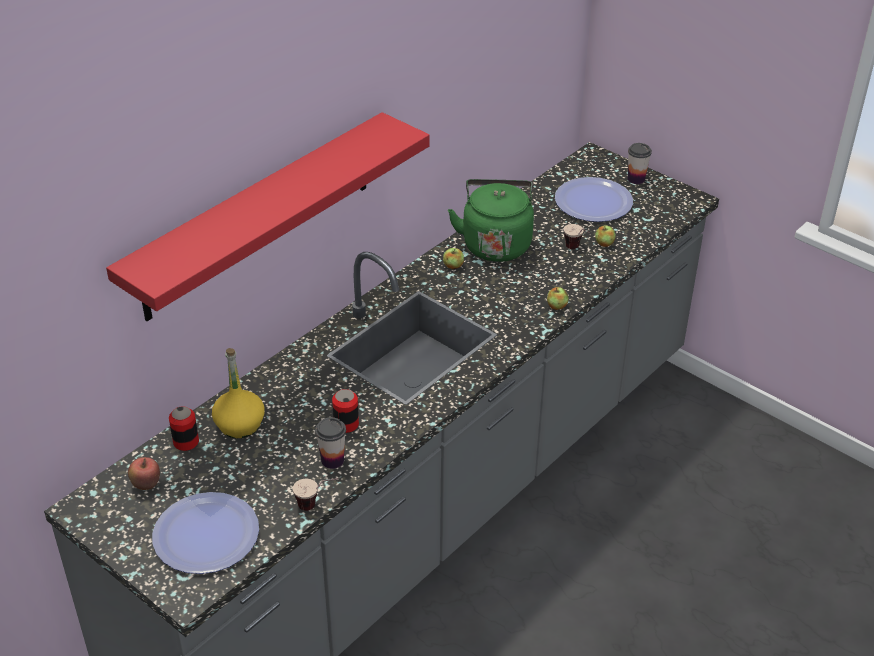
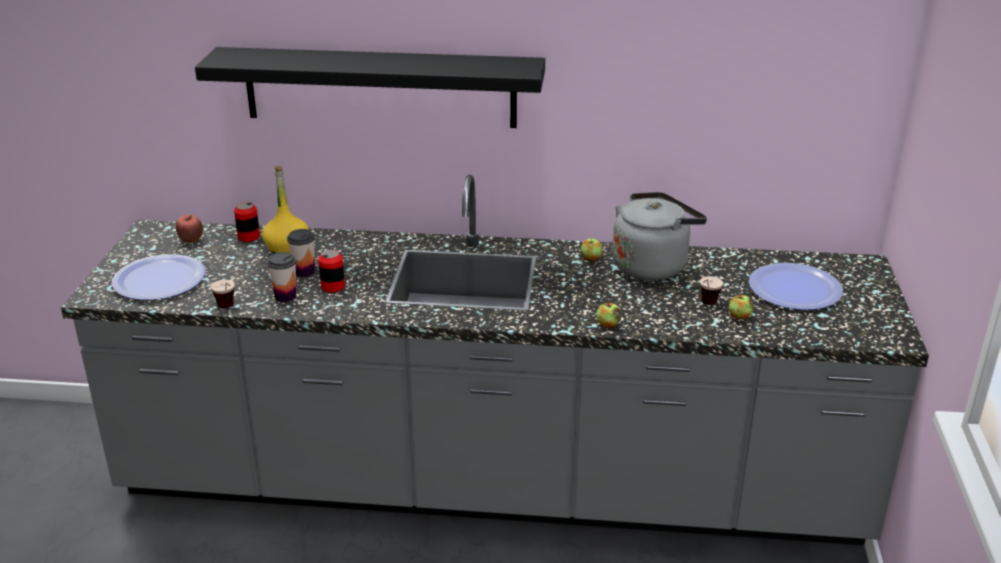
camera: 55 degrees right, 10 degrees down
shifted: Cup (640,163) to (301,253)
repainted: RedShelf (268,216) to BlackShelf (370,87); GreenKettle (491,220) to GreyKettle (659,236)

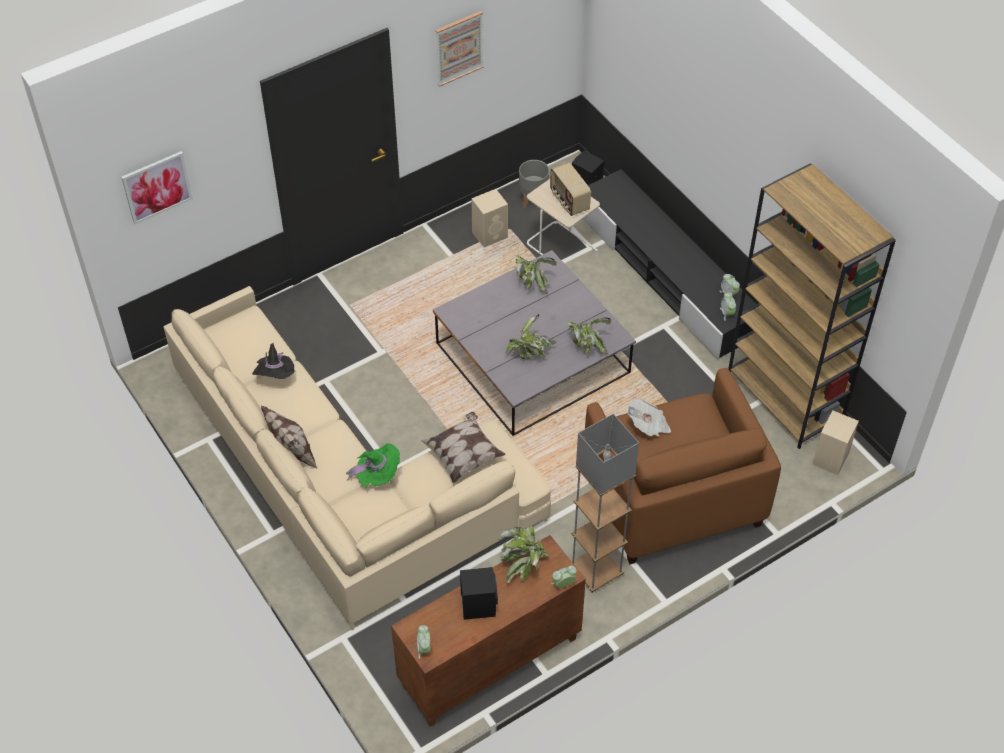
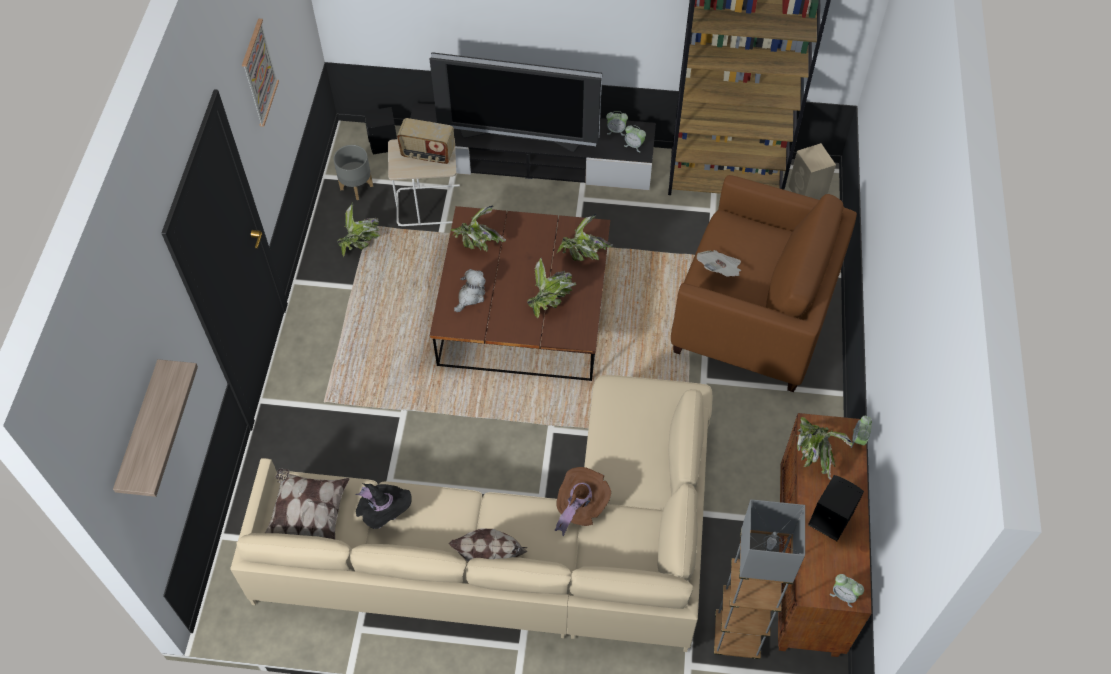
camera: 50 degrees left, 5 degrees up
new: Television (516,102); PlushToy (470,290)
shifted: Pillow (463,447) to (307,503); GreyFloorLamp (605,503) to (759,579)
swapped: Picture (157,187) to Shelf (155,428); BeigeSpeaker (489,218) to PottedPlant (358,230)
repainted: GreenHat (373,465) to BrownHat (583,501); GreyCoffeeTable (534,343) to BrownCoffeeTable (520,293)

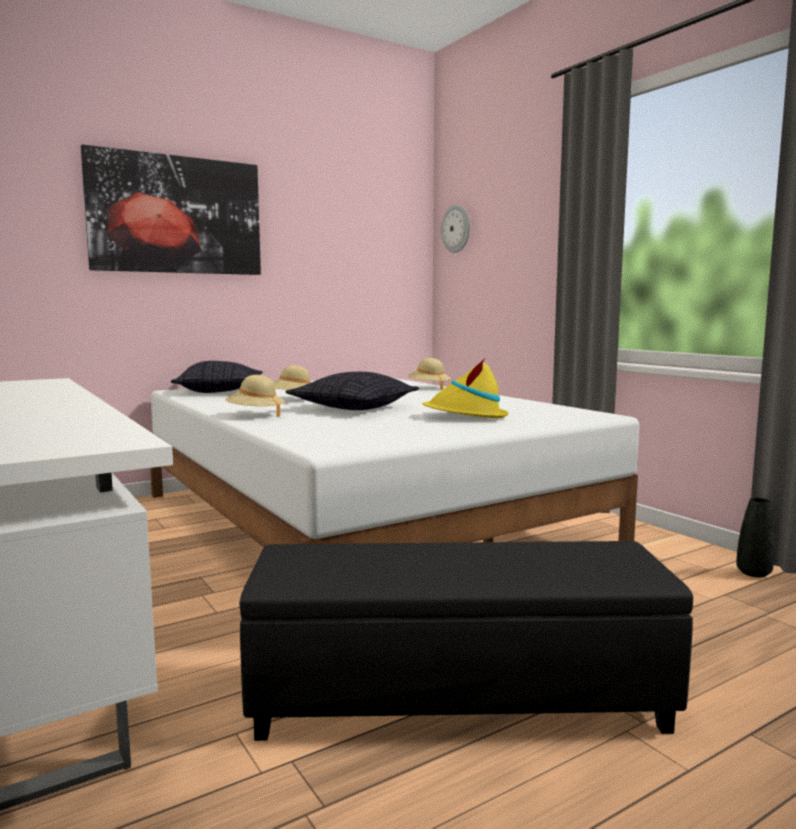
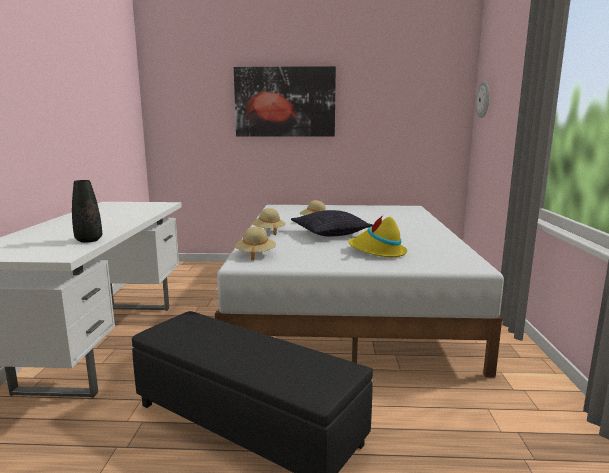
camera: 35 degrees right, 5 degrees up
gone: Pillow (217,377)
shifted: BeigeHat (429,374) to (255,244); BlackVase (755,537) to (87,211)

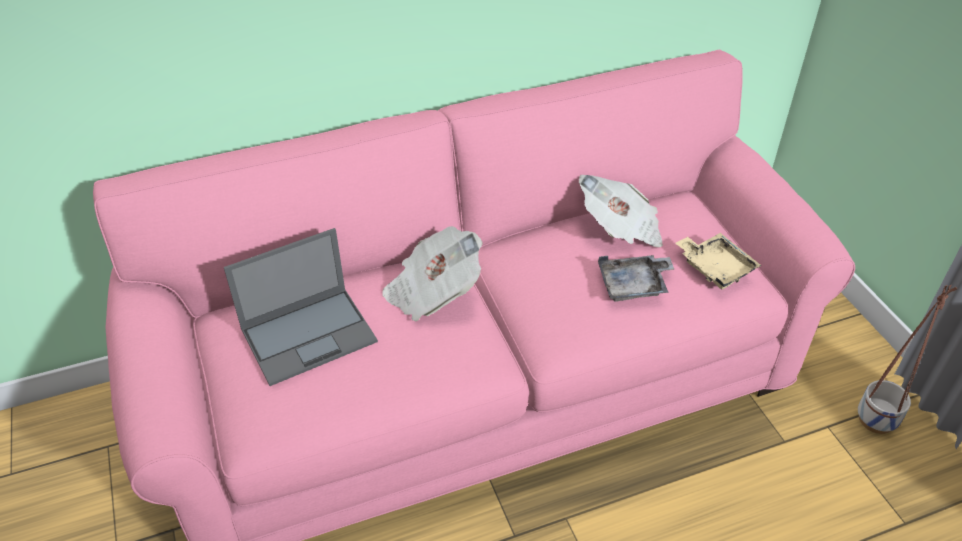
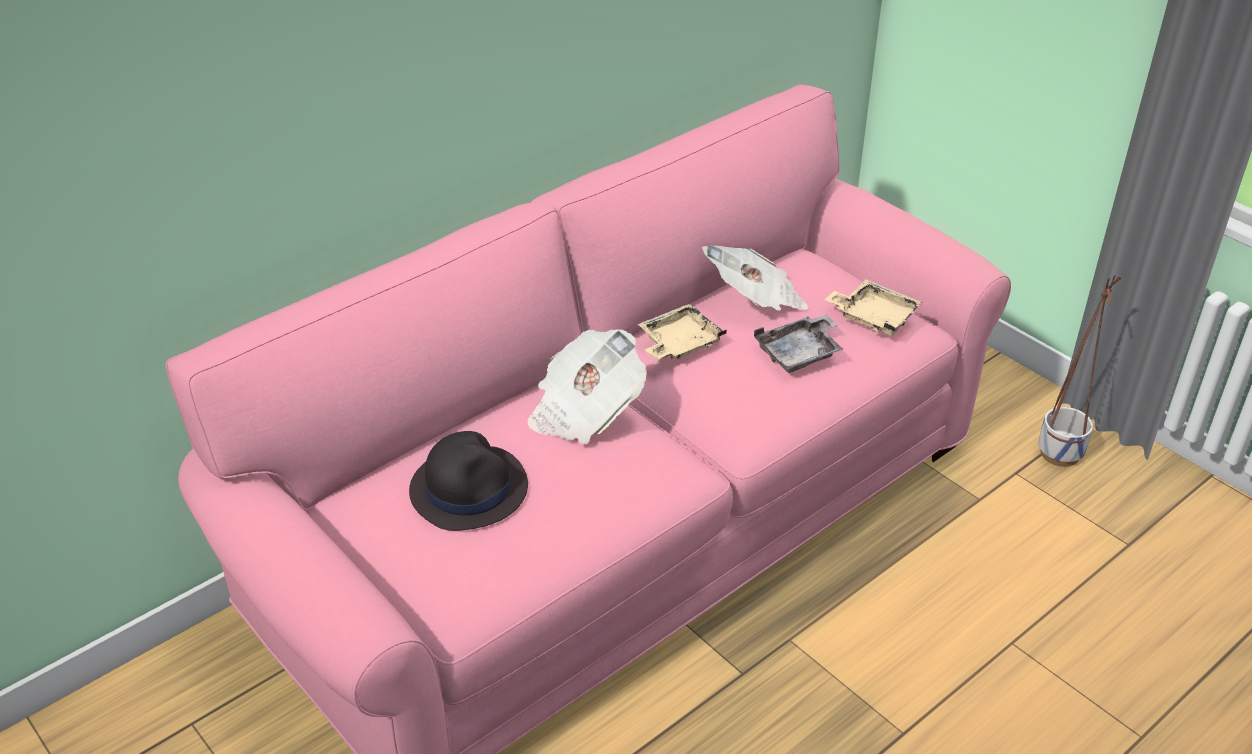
camera: 20 degrees left, 5 degrees down
new: BeigeTray (682,332)
swapped: Laptop (301,307) to BlackHat (468,481)

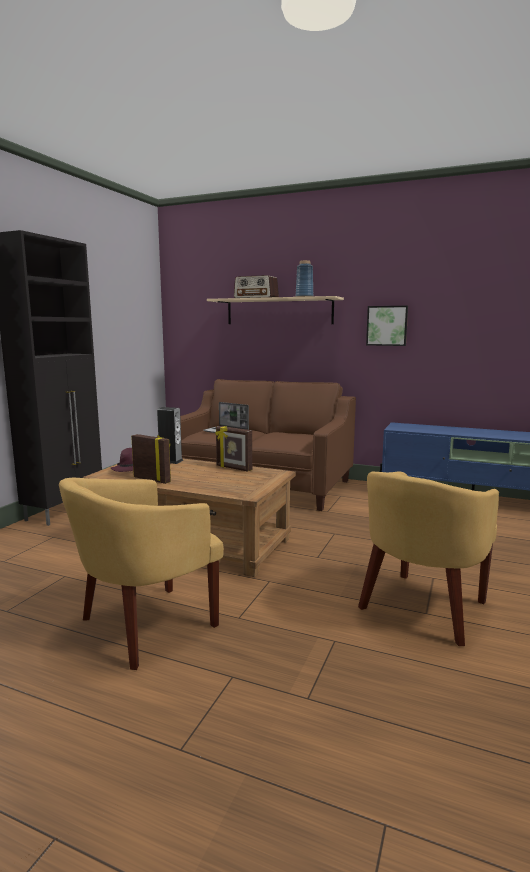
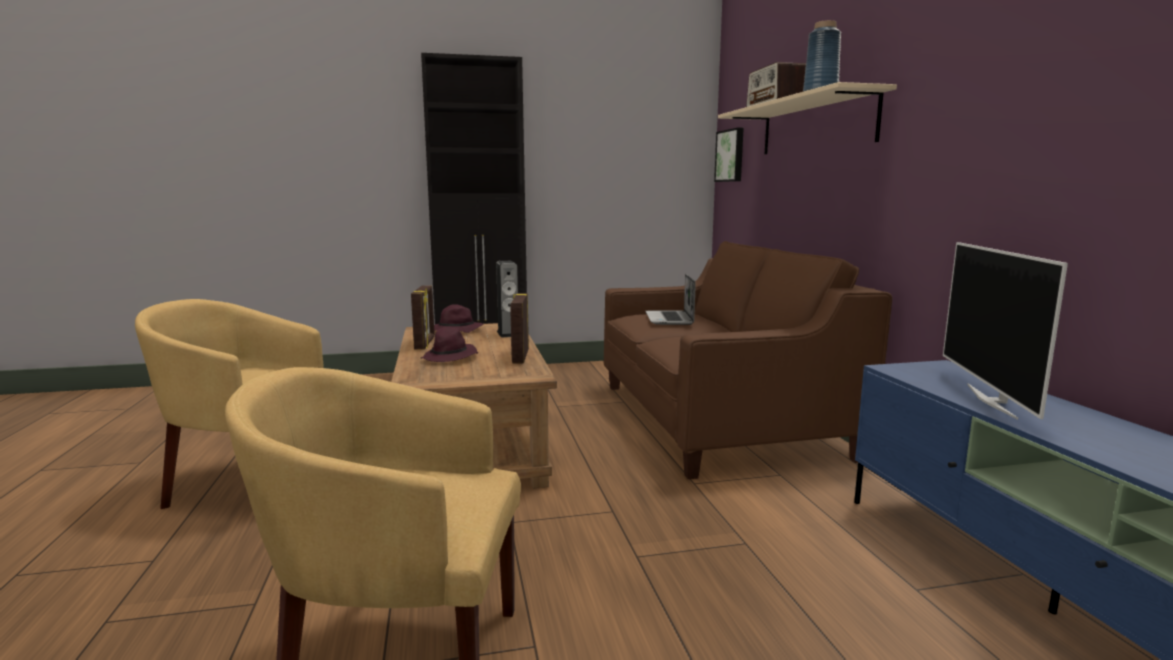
camera: 55 degrees right, 0 degrees up
new: PurpleHat (449,344); Television (1005,331)
shifted: Picture (387,326) to (729,154)

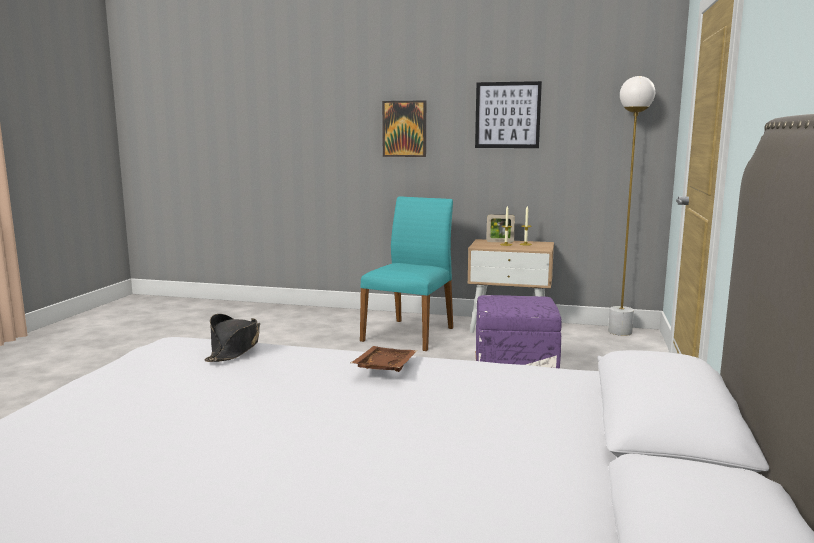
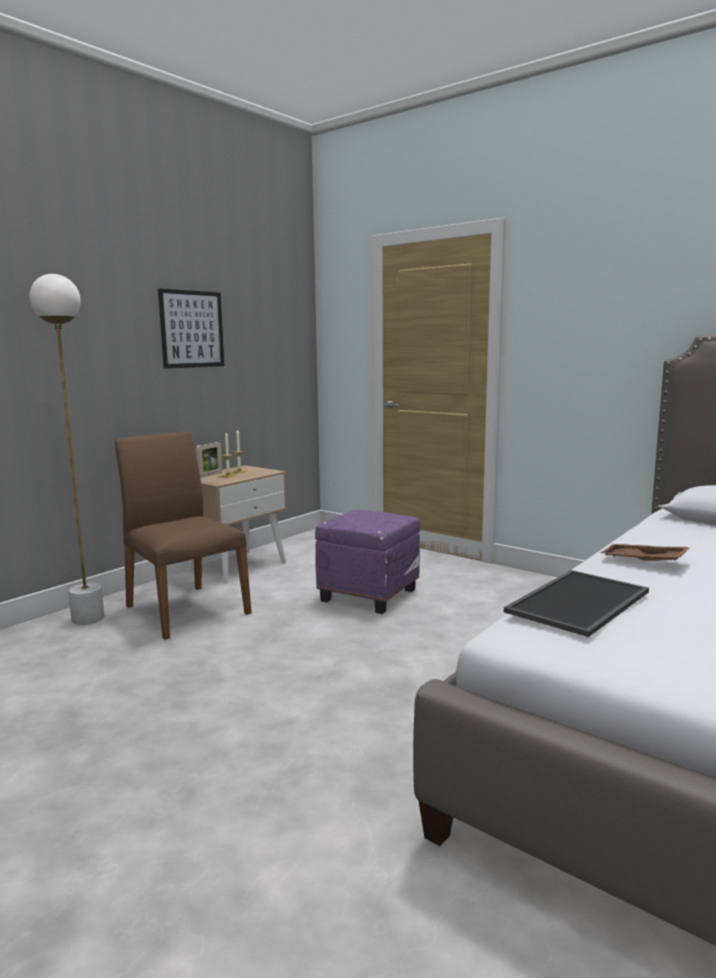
camera: 65 degrees left, 0 degrees up
gone: Picture (404,128)
shifted: WhiteFloorLamp (631,206) to (67,449)
swapped: BlackHat (232,338) to Tray (576,603)
repainted: TurquoiseChair (406,273) to BrownChair (183,536)

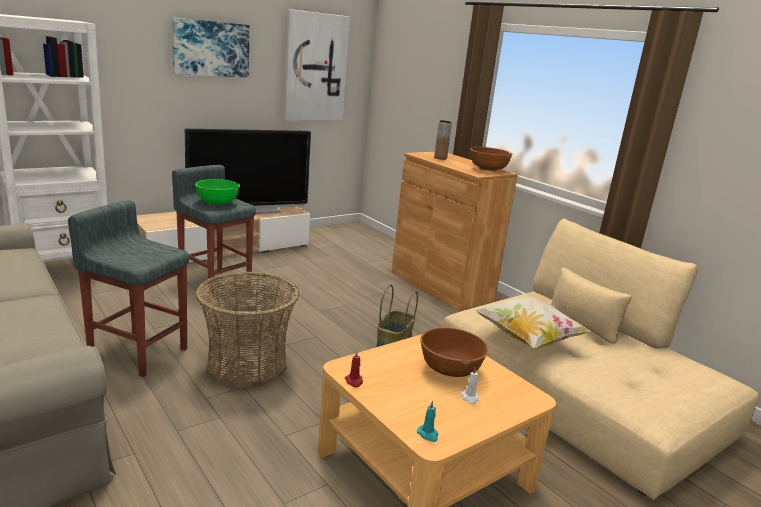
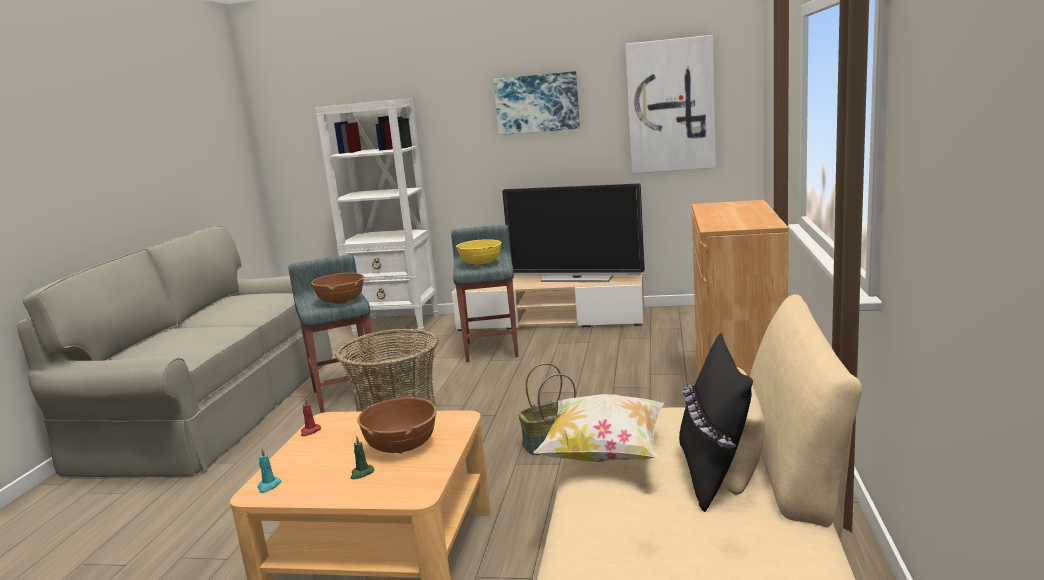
camera: 50 degrees right, 5 degrees down
gone: BrownVase (443,140)
new: BlackPillow (716,422)
shifted: BrownBowl (491,159) to (337,288)
repainted: GreenBowl (217,192) to YellowBowl (479,252); WhiteCandle (469,386) to GreenCandle (362,457)

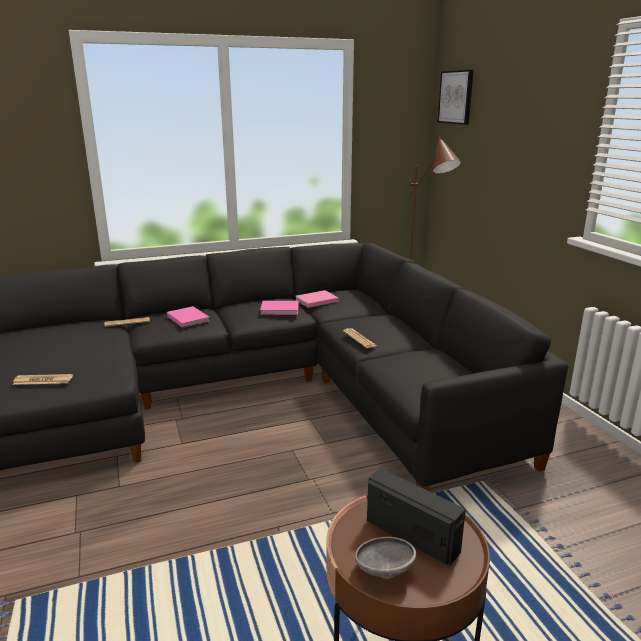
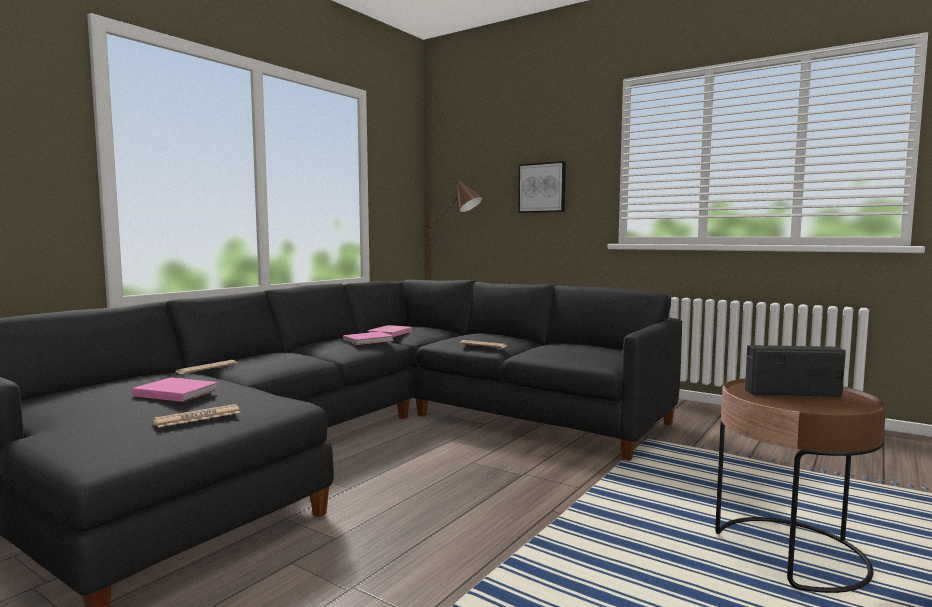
camera: 35 degrees left, 15 degrees down
gone: GreyBowl (385,558)
shifted: PinkBook (188,317) to (175,389); Picture (456,97) to (542,187)

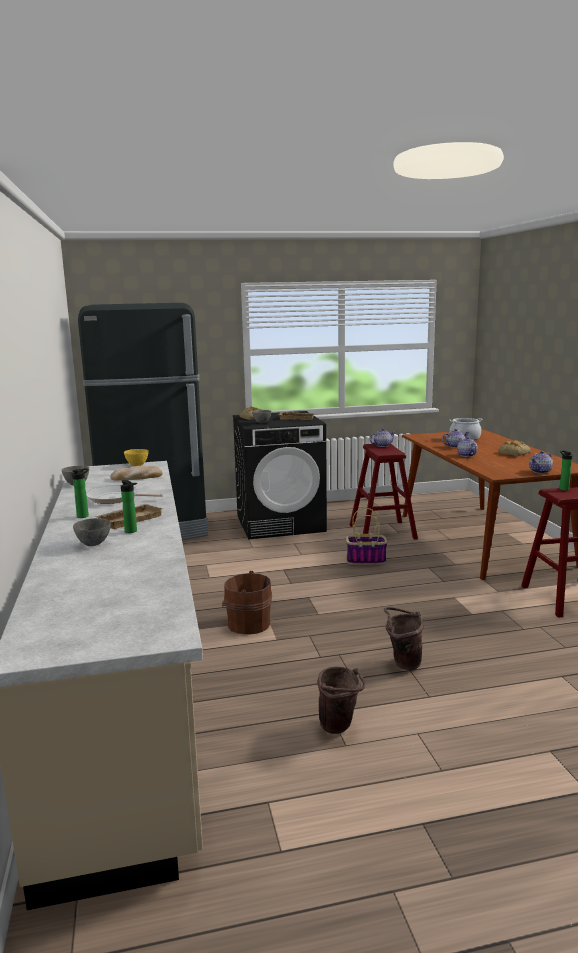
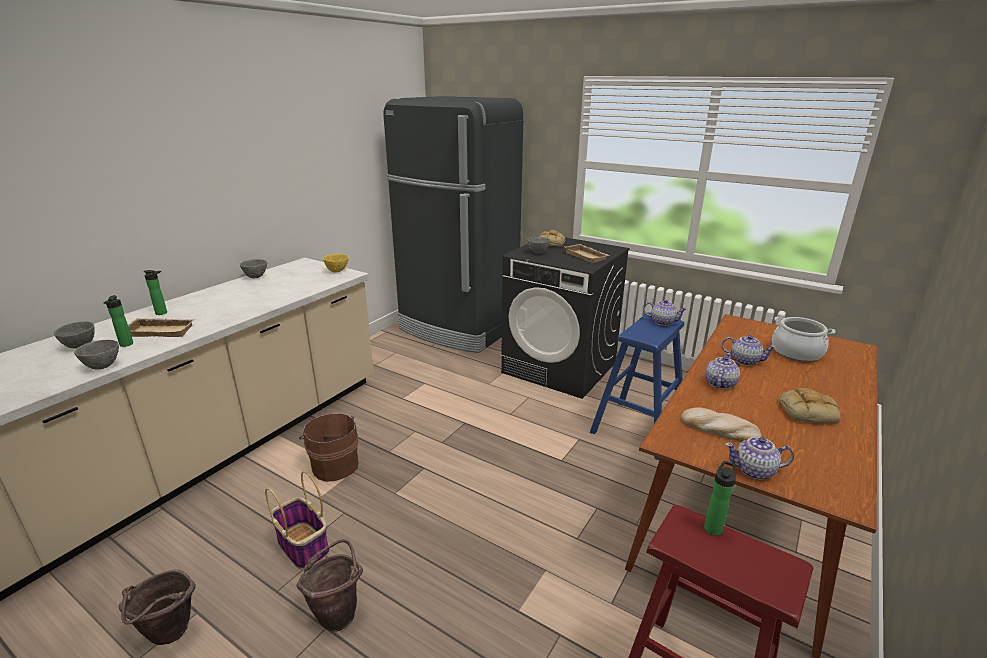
camera: 45 degrees right, 10 degrees up
gone: FryingPan (124,494)
new: GreyBowl (96,354)
shifted: Bread (136,473) to (720,424); Basket (367,536) to (297,520)
repainted: RedStool (384,492) to BlueStool (637,386)

